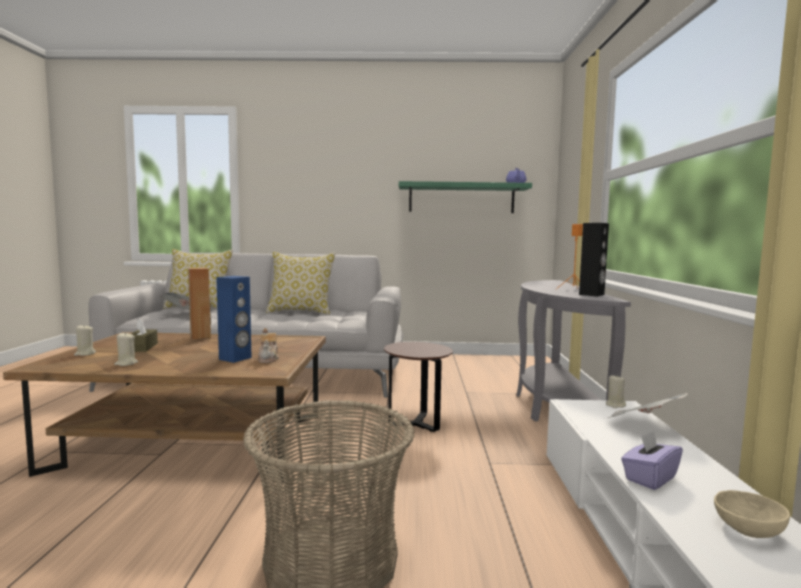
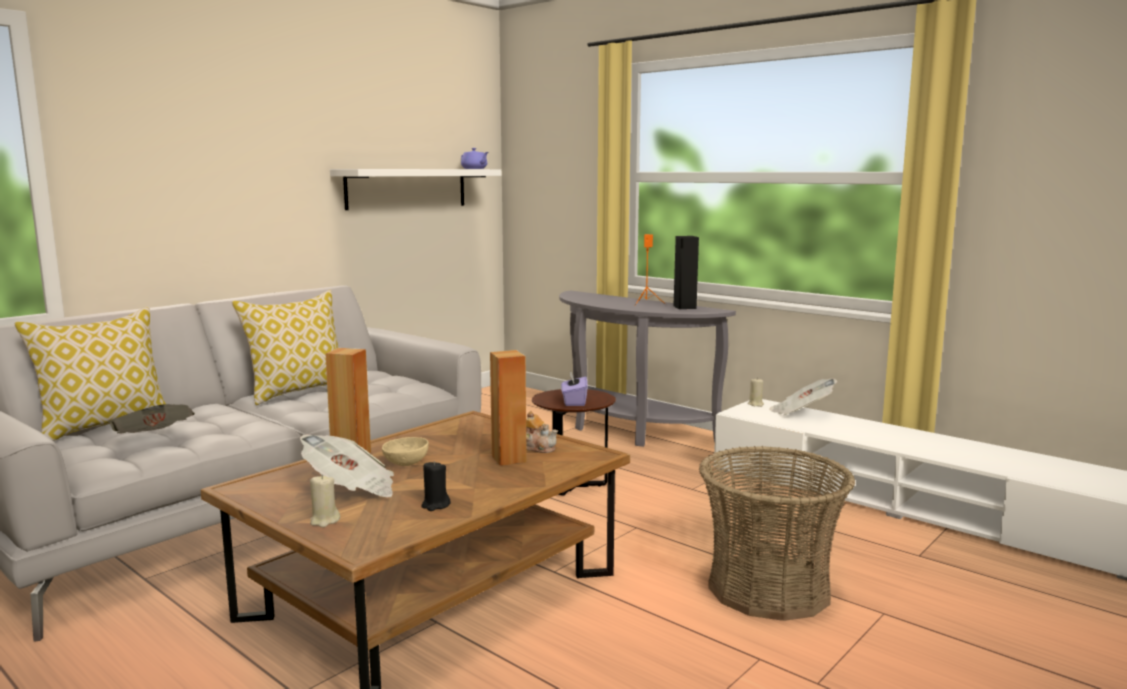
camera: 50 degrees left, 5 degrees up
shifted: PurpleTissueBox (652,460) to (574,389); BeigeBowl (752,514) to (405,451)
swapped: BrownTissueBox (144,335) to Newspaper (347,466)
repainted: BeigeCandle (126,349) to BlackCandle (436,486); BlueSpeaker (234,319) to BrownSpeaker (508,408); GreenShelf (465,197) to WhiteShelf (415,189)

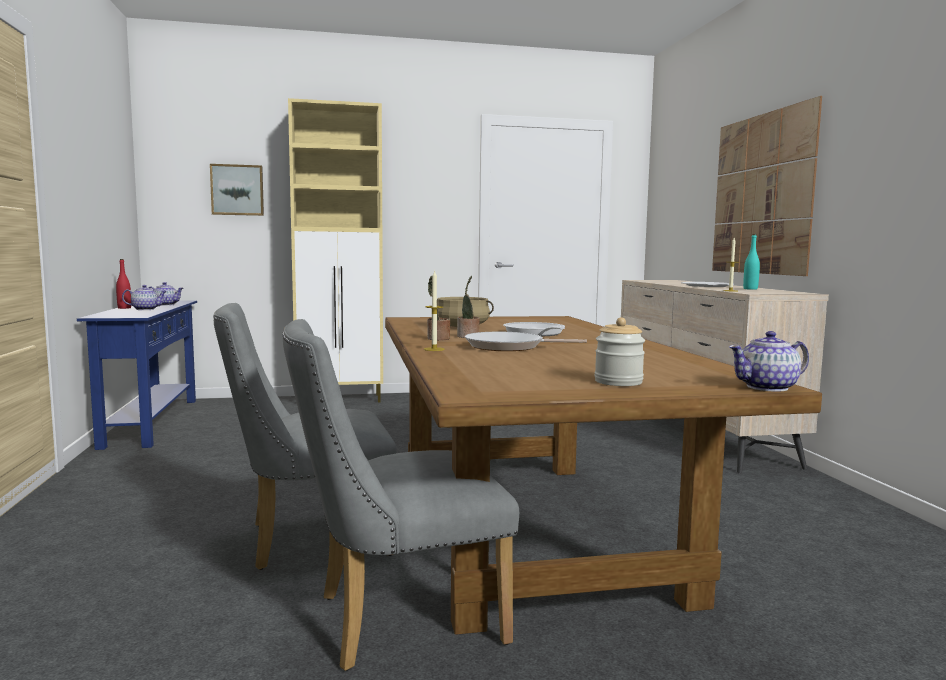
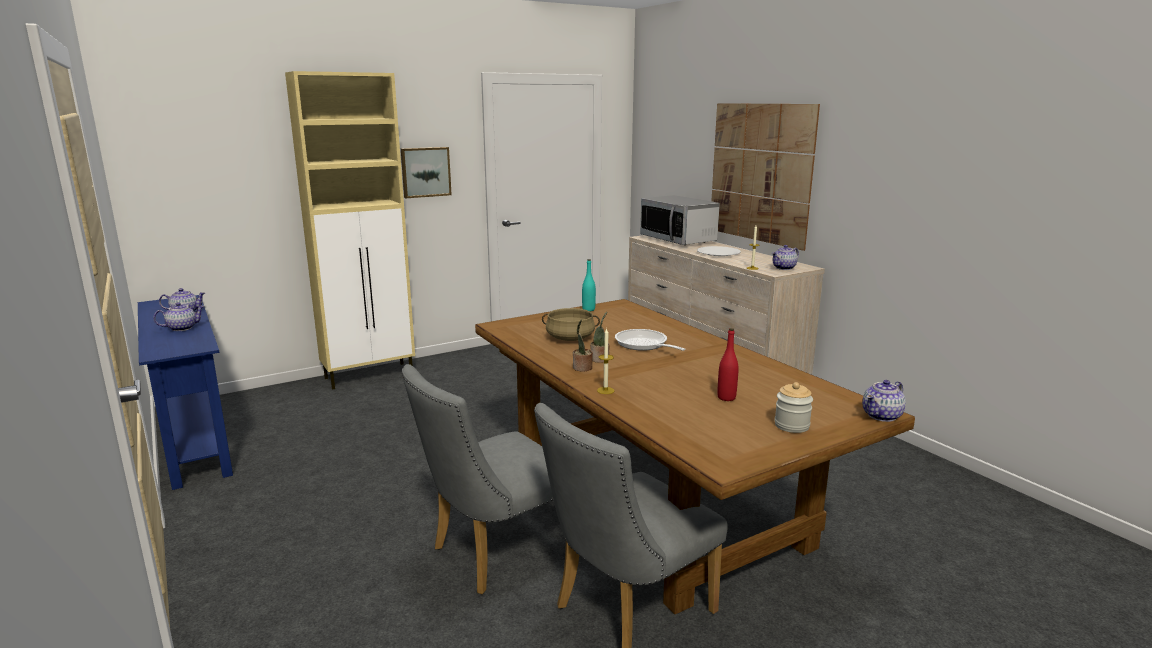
camera: 20 degrees left, 10 degrees up
gone: FryingPan (526,341)
new: Microwave (680,220); Teapot (785,257)
shifted: RedBottle (123,284) to (728,364); Picture (237,190) to (426,172); TurquoiseBottle (751,262) to (589,285)

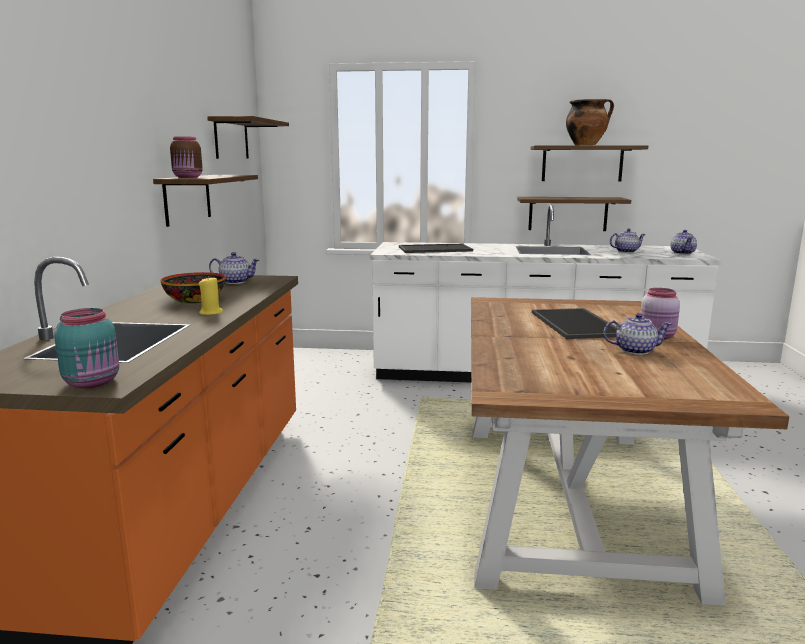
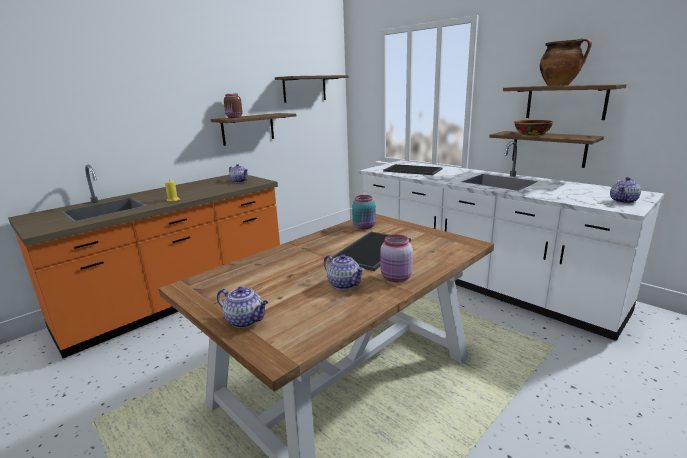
camera: 40 degrees right, 5 degrees up
shifted: TurquoiseJar (86,348) to (364,212); Bowl (193,287) to (533,128); Teapot (628,241) to (242,307)

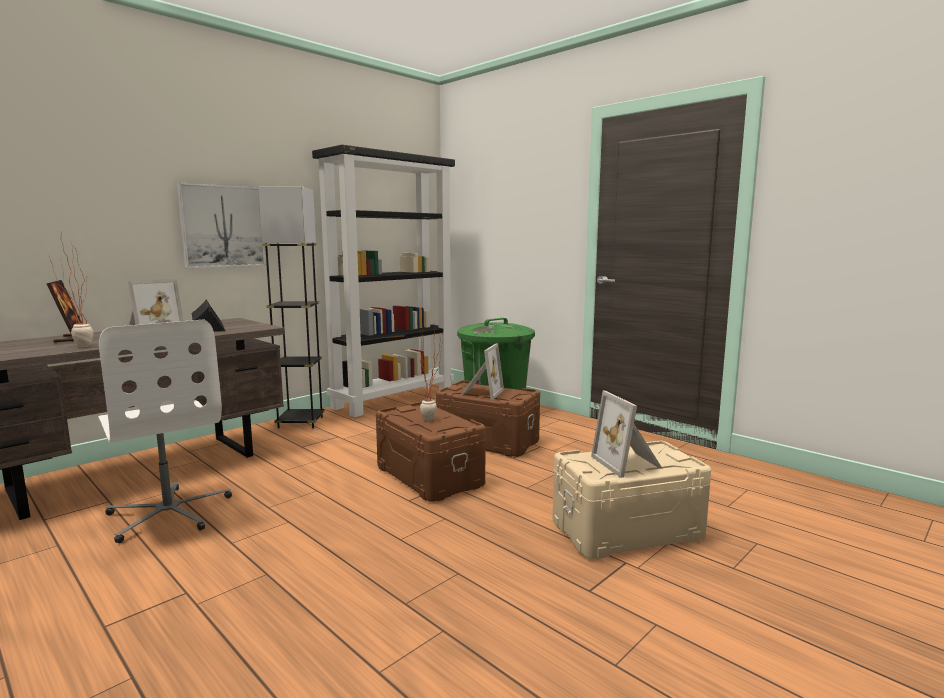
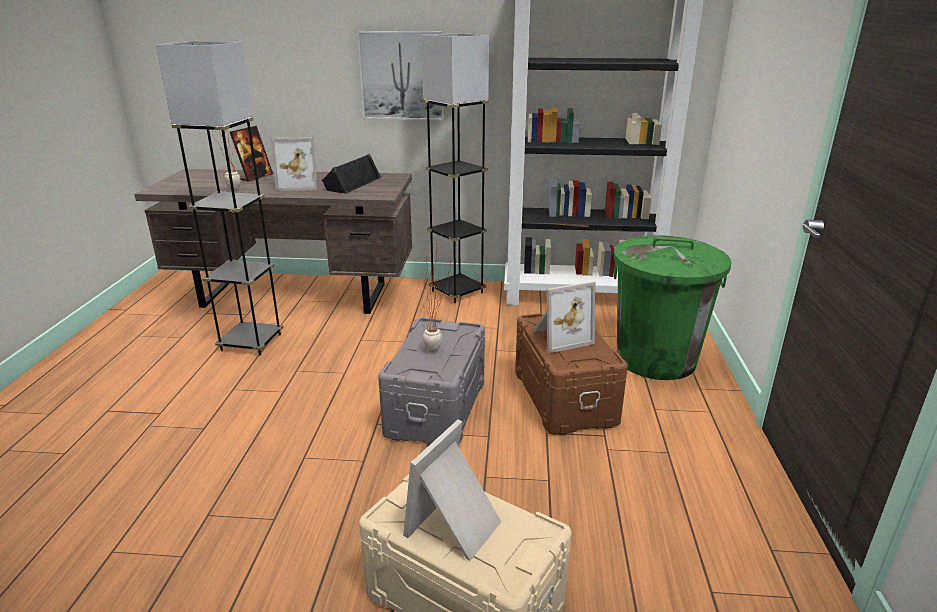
camera: 50 degrees right, 15 degrees up
swapped: WhiteOfficeChair (165,431) to GreyFloorLamp (219,198)
repainted: BrownStorageBox (431,452) to GreyStorageBox (431,381)

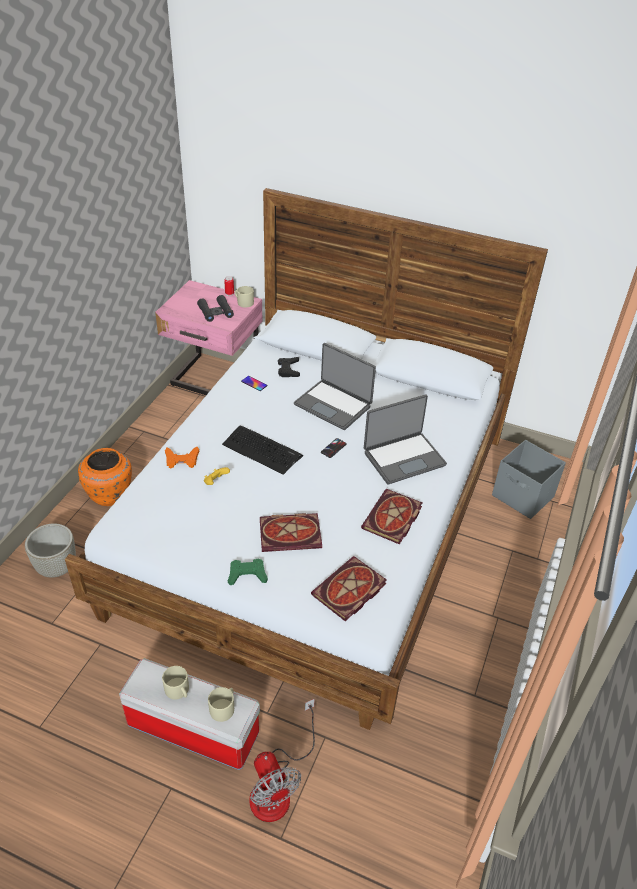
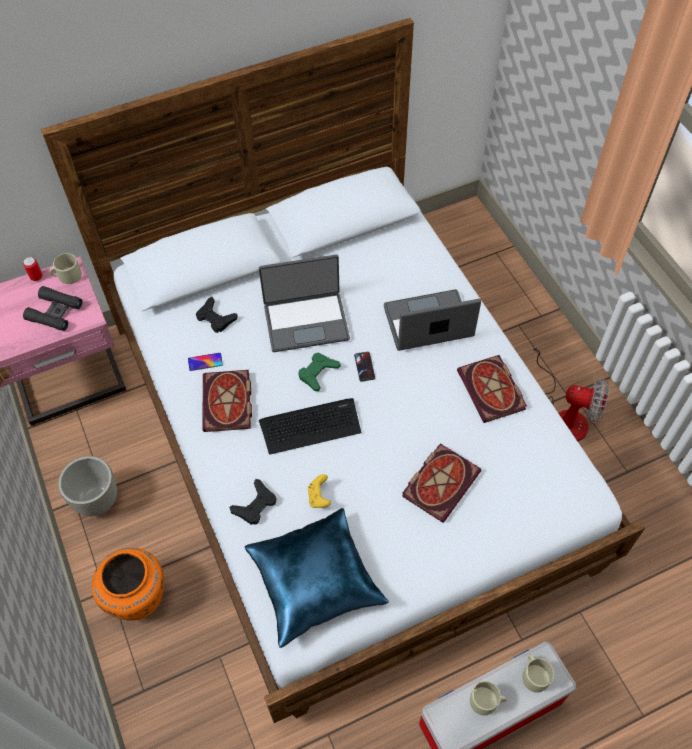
camera: 45 degrees left, 15 degrees up
gone: GreyStorageBox (529,479)
new: BluePillow (317,578)
shifted: GreyPlanter (50,550) to (87,486); GreenGameController (248,572) to (319,372); Fan (282,760) to (570,391); Book (349,588) to (227,401)
repainted: OrangeGameController (182,457) to BlackGameController (253,502)
rotated: Laptop (405,439) = (432,320) 120 degrees counterclockwise

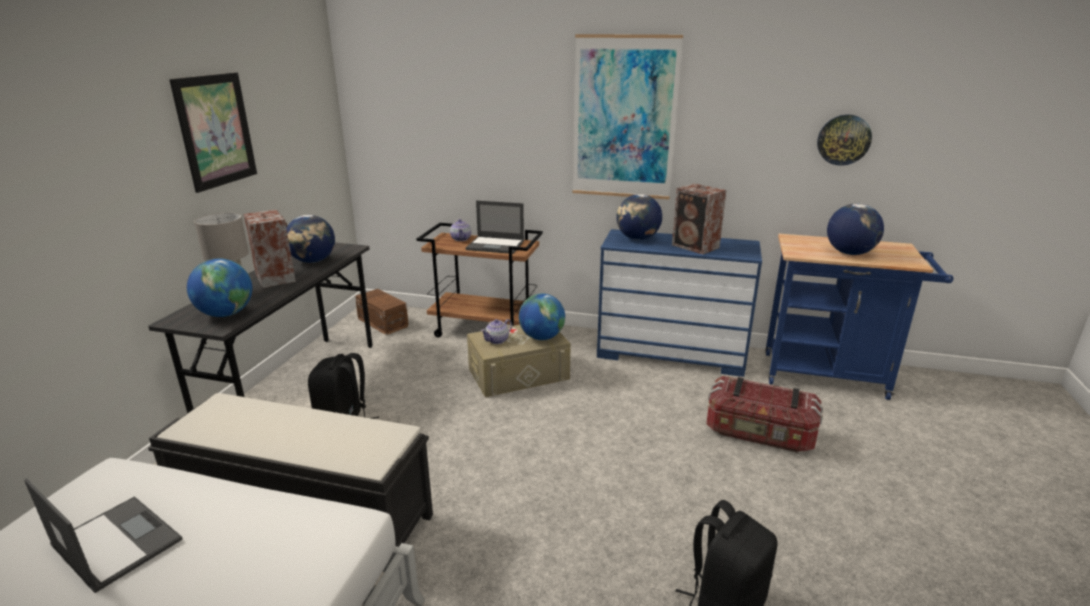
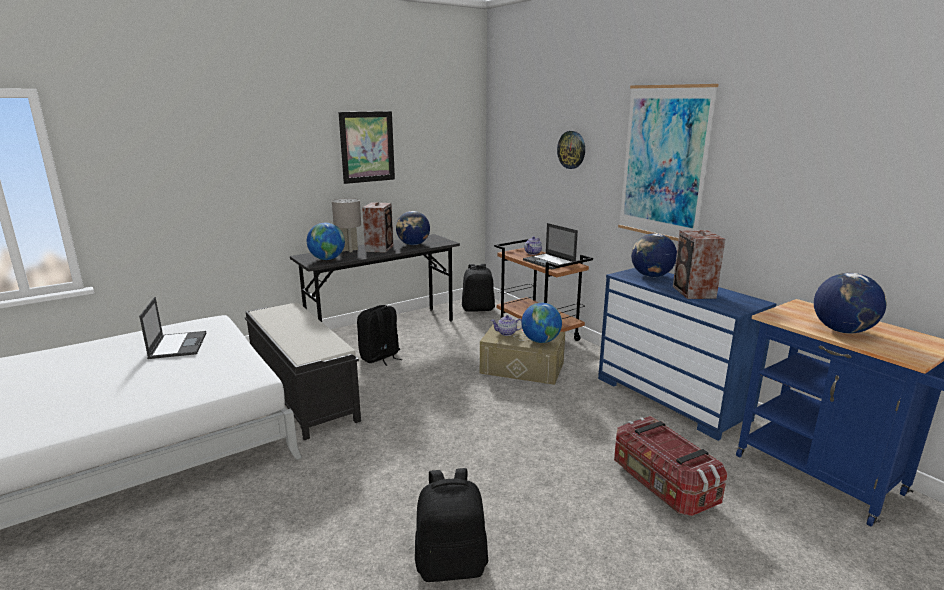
camera: 40 degrees right, 5 degrees down
shifted: WallClock (844,140) to (571,150)
swapped: BrownStorageBox (382,312) to BlackBackpack (478,288)

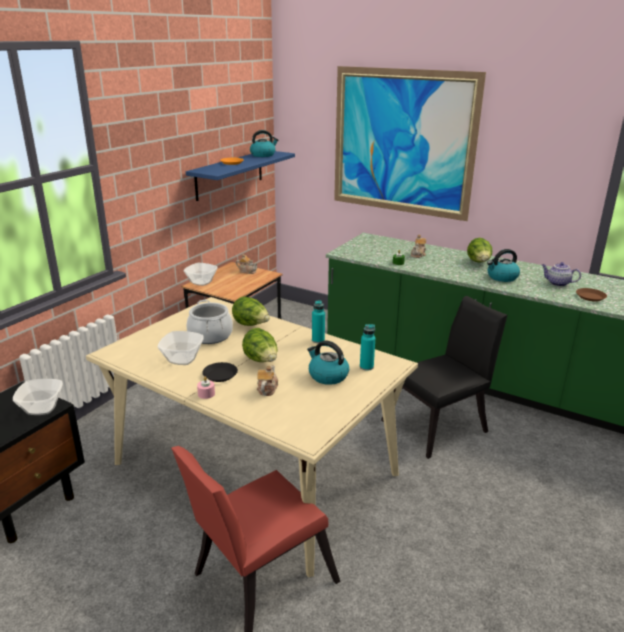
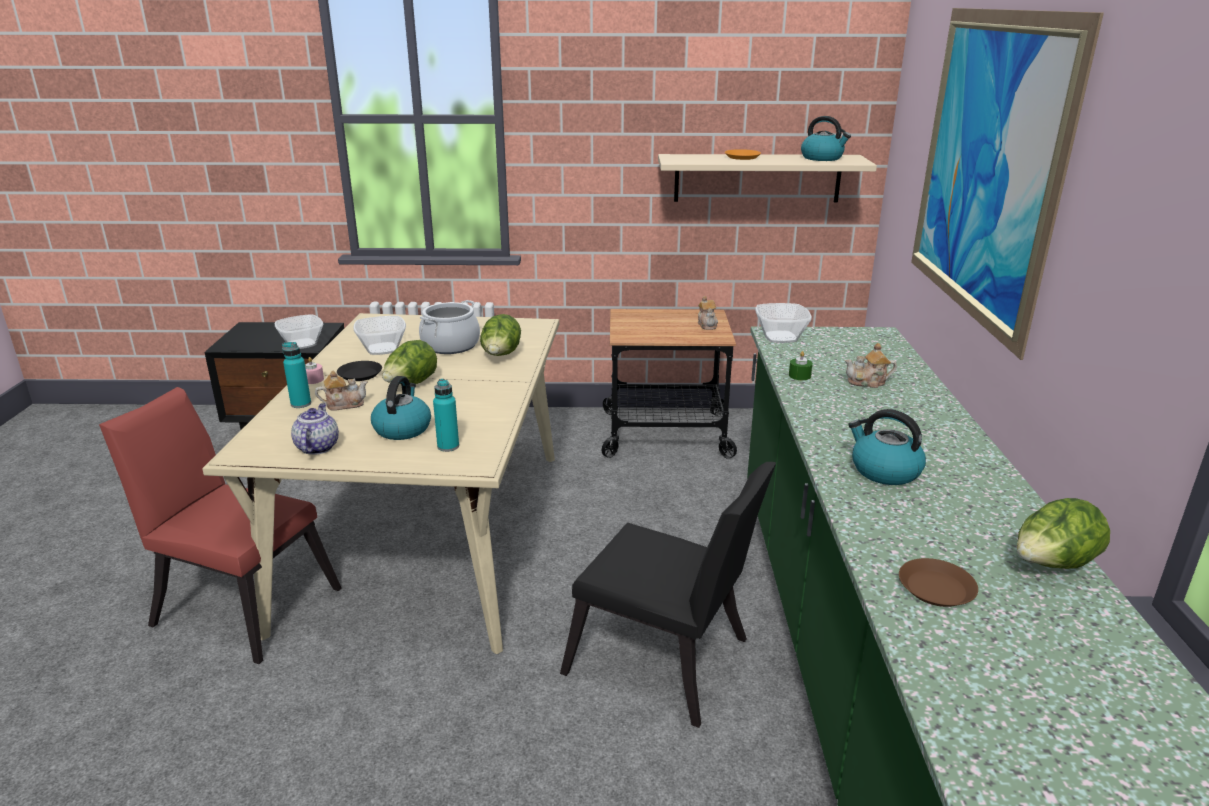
camera: 60 degrees right, 0 degrees up
shifted: Bowl (201,274) to (783,323); TurquoiseBottle (318,321) to (296,375); Lettuce (479,250) to (1063,533); Teapot (561,274) to (315,429)
repainted: BlueShelf (240,176) to BeigeShelf (767,178)

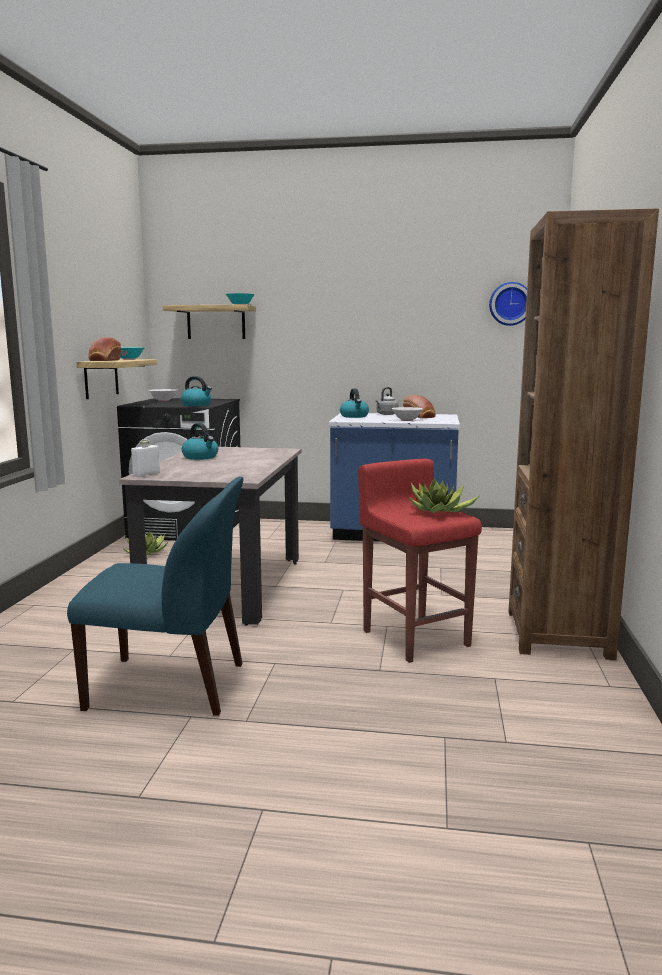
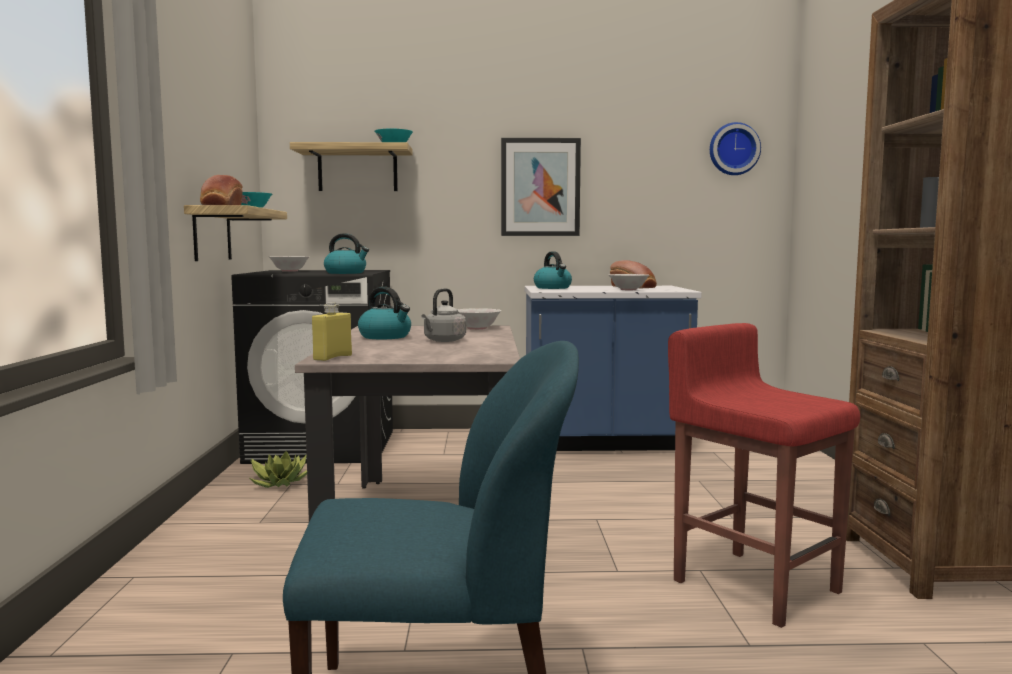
camera: 10 degrees left, 5 degrees down
gone: PottedPlant (444,496)
new: WhiteBowl (479,319); Picture (541,187)
shifted: GreyKettle (387,401) to (443,315)
repainted: WhiteBottle (145,458) to YellowBottle (332,331)

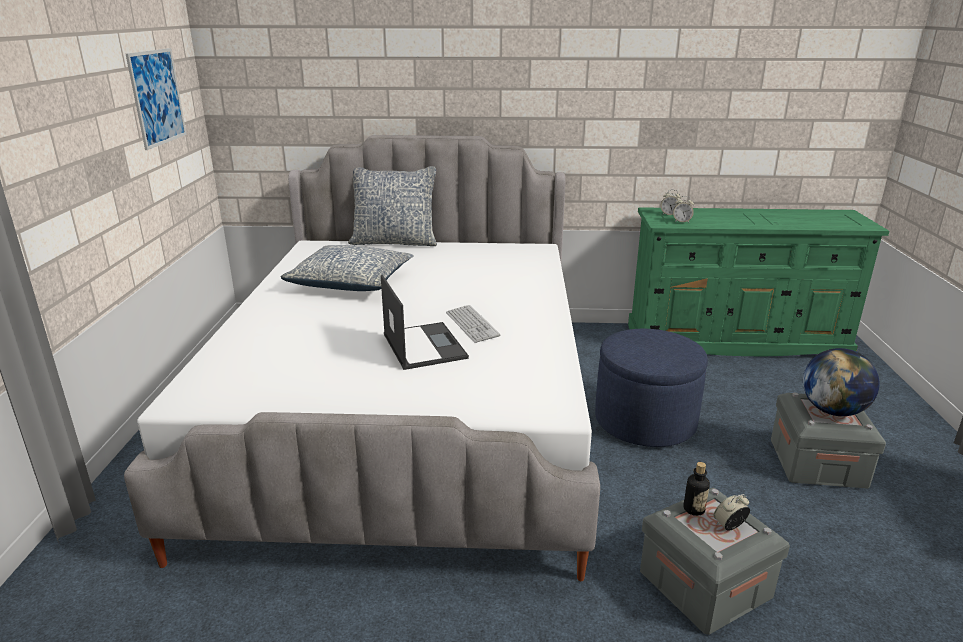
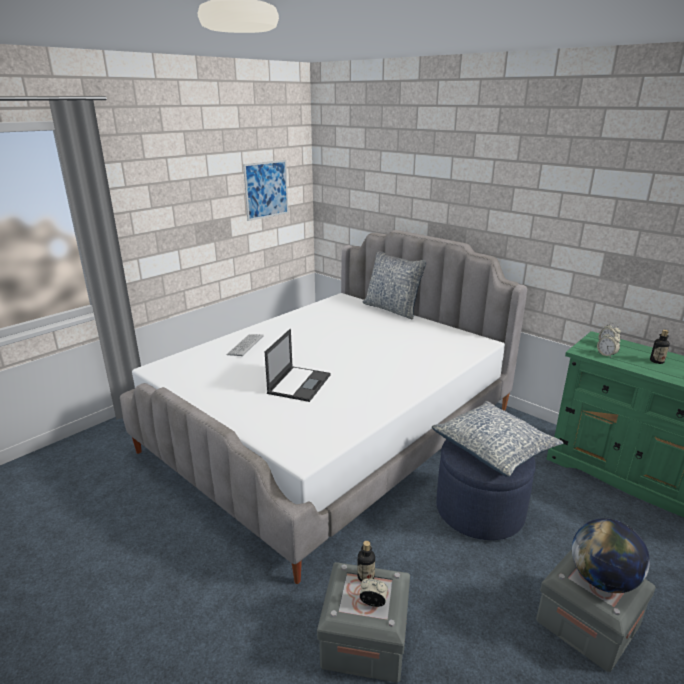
camera: 40 degrees right, 0 degrees up
new: Bottle (660,347)
shifted: Pillow (347,268) to (497,439); Keyboard (473,324) to (245,345)

